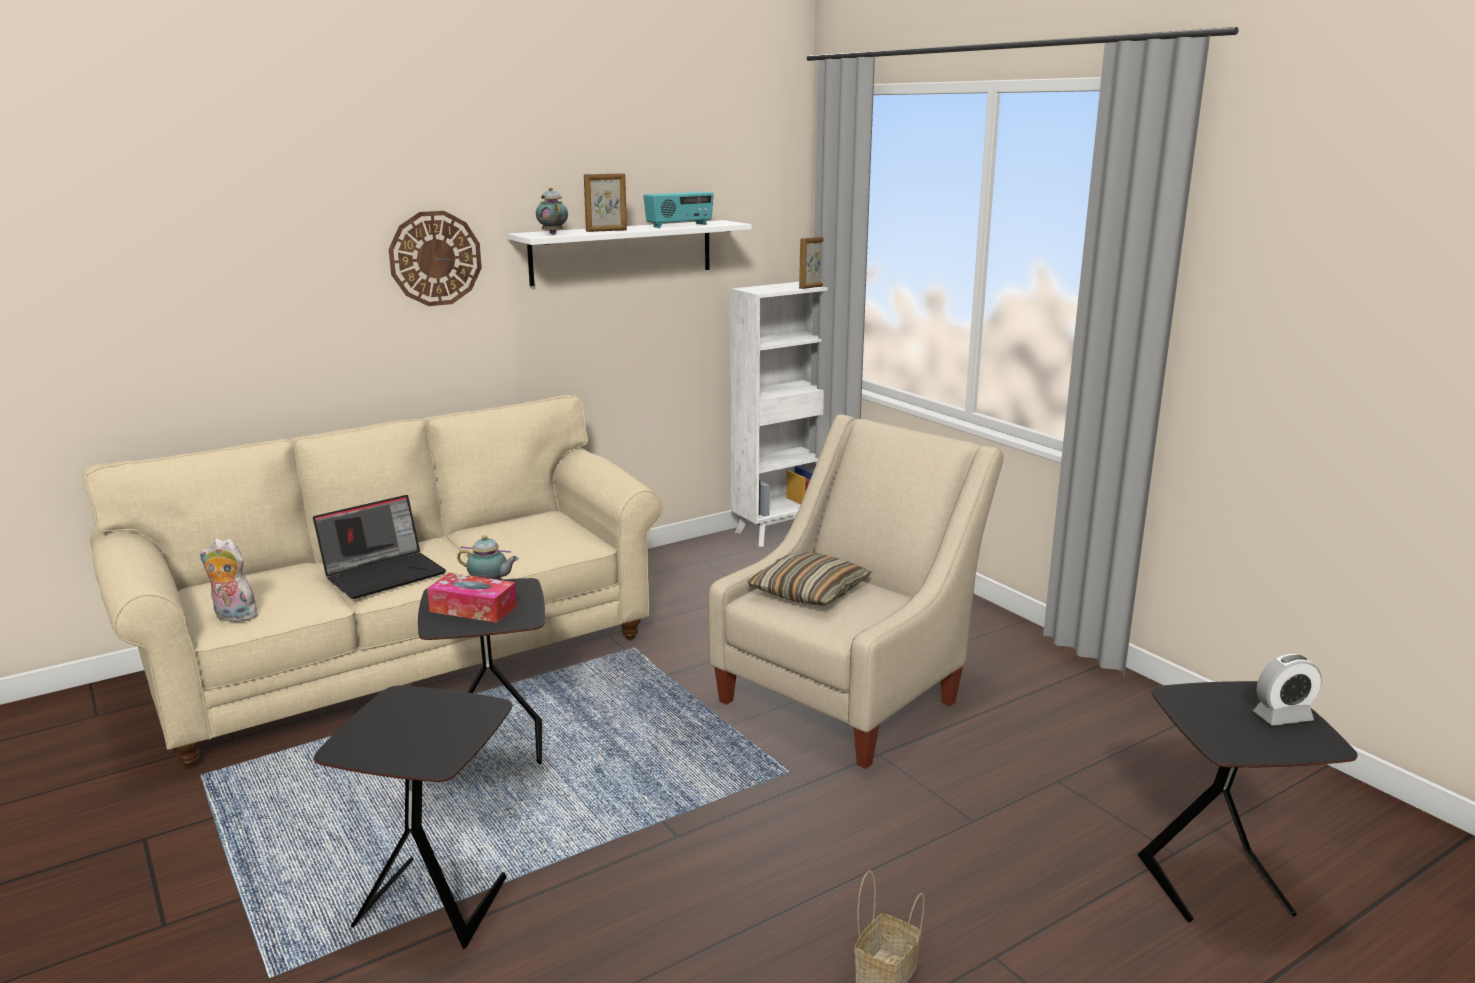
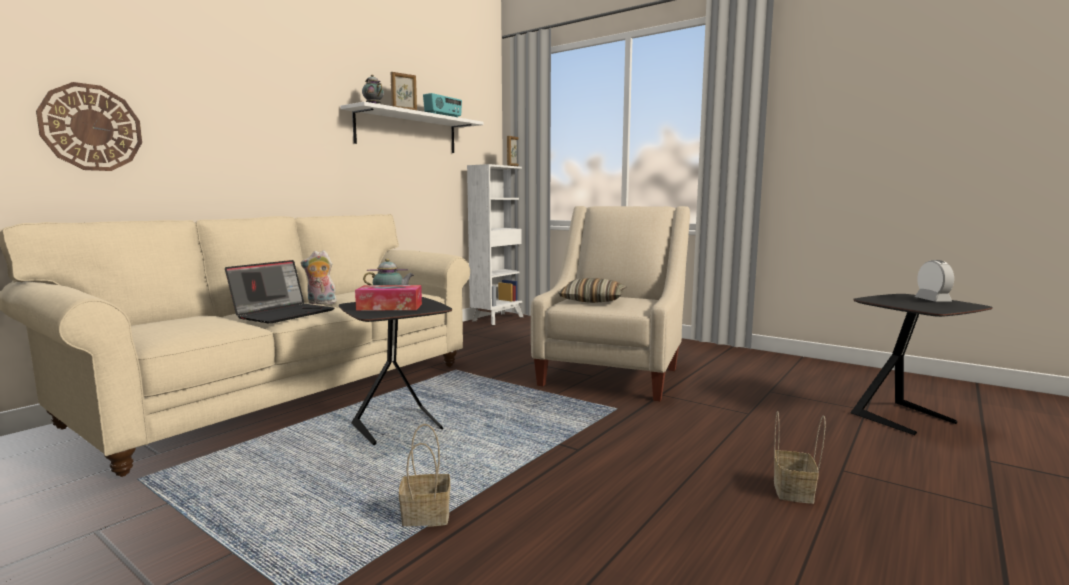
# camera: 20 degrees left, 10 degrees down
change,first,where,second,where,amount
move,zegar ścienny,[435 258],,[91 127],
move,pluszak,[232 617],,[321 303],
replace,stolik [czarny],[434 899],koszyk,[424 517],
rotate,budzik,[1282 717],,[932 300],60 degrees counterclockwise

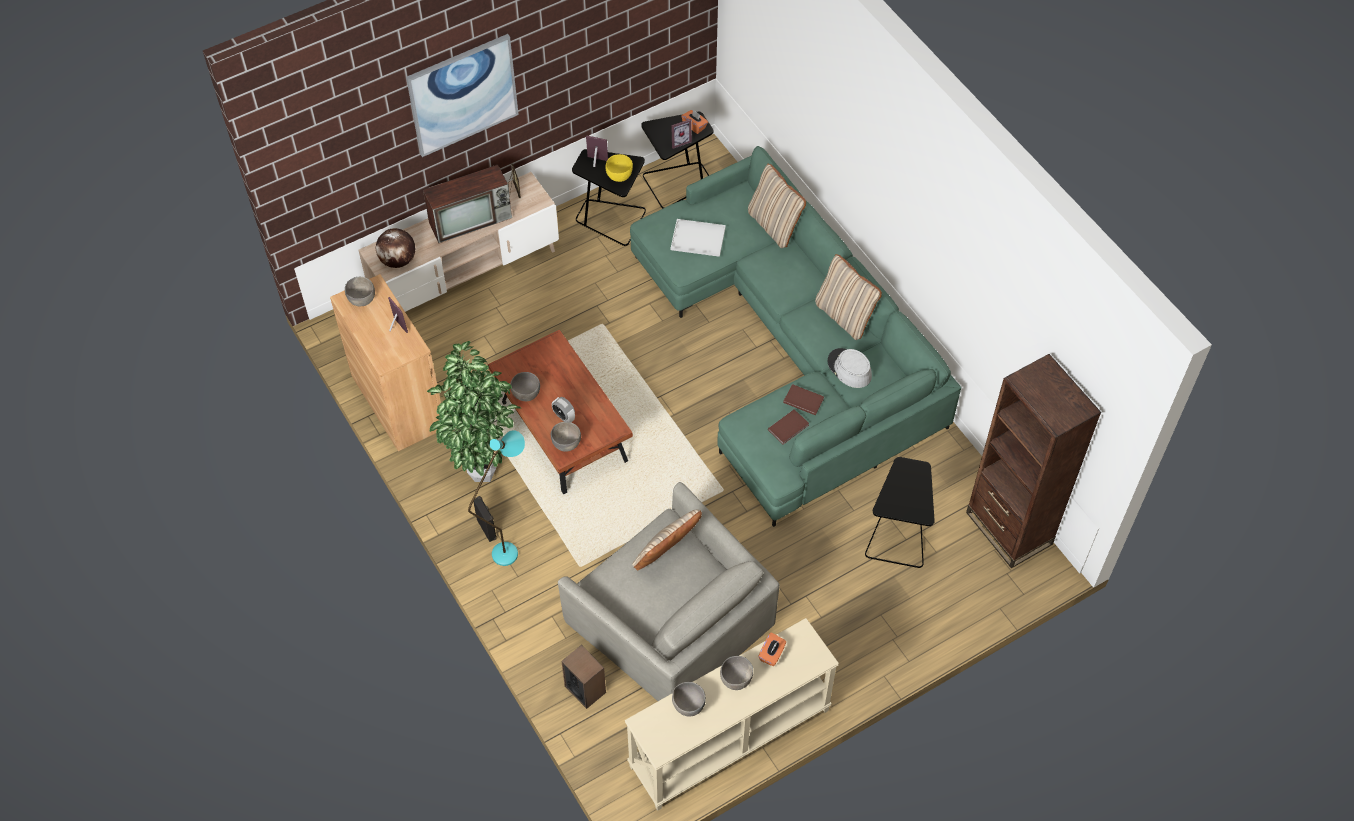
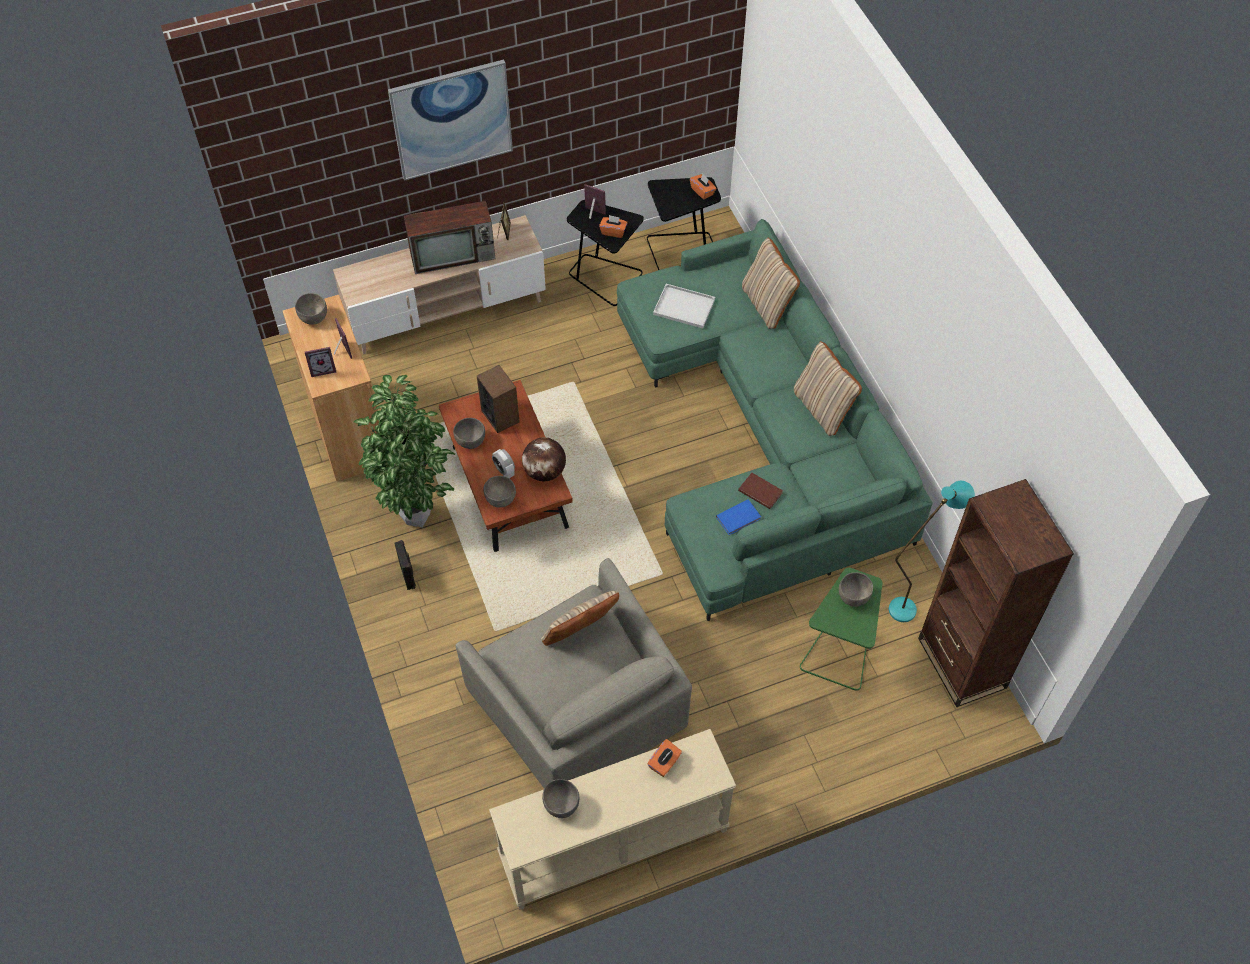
# camera: 10 degrees right, 0 degrees up
change,first,where,second,where,amount
move,ramka na zdjęcie,[679 141],,[323 369],
move,głośnik,[585 689],,[500 416],
move,globus,[398 260],,[545 472],
replace,miska [żółty],[619 176],pudełko chusteczek [pomarańczowy],[613 231],
recolor,książka [brązowy],[789 428],książka [niebieski],[739 518],
recolor,stolik [czarny],[898 535],stolik [zielony],[839 651],
move,miska [szary],[735 680],,[853 597],
move,lampa stojąca [turkusowy],[512 547],,[910 604],
delete,kapelusz [szary],[849 369],,,

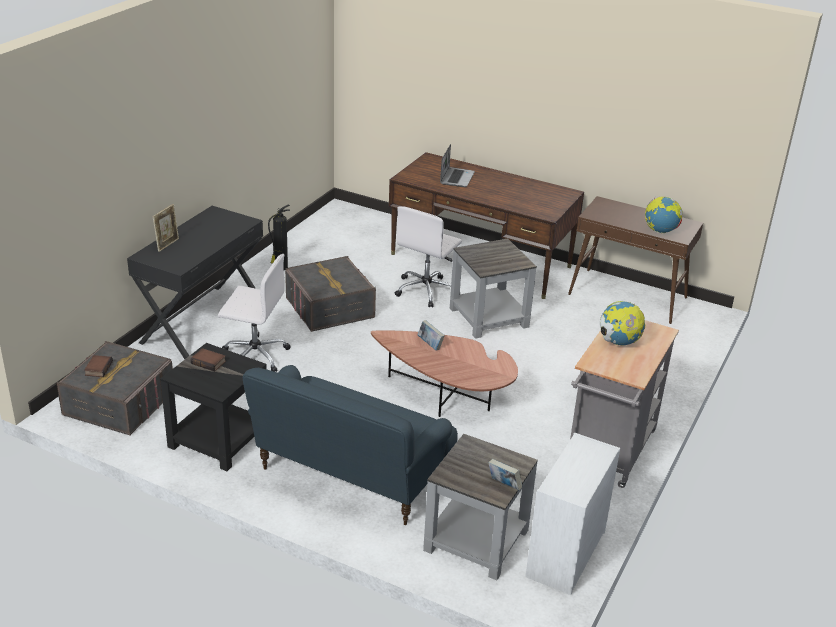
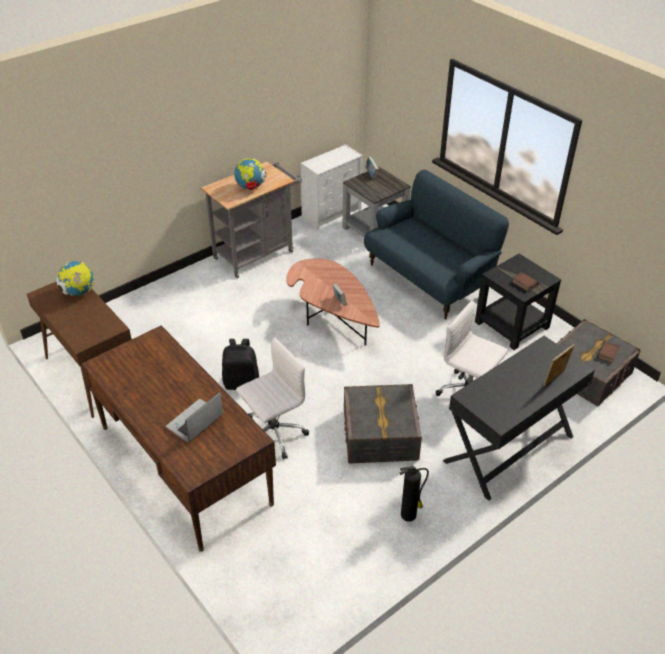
# camera: 155 degrees left, 10 degrees up
change,first,where,second,where,amount
replace,stolik [szary],[488 318],plecak [czarny],[241 382],

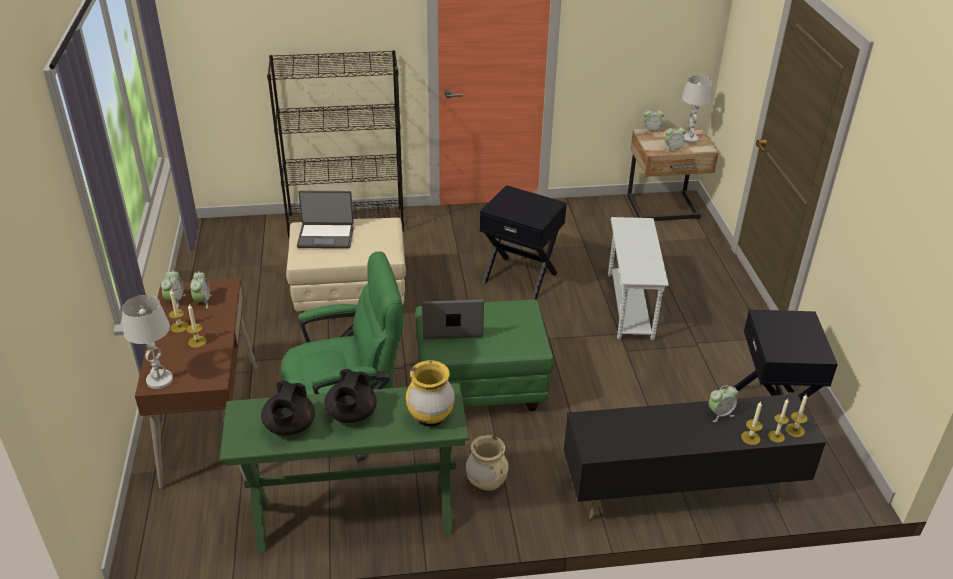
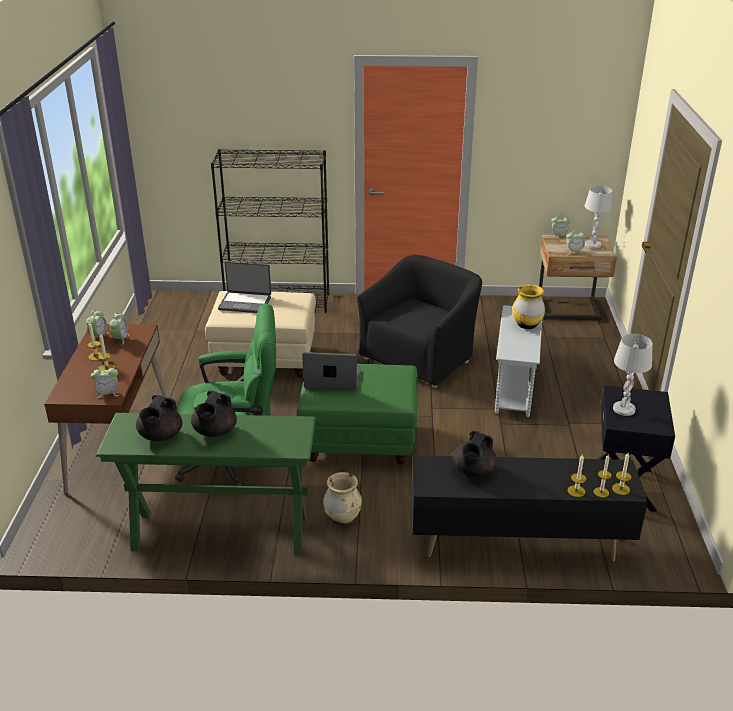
# camera: 10 degrees right, 5 degrees down
change,first,where,second,where,amount
move,budzik,[720 414],,[108 393],
replace,stolik [czarny],[520 277],fotel [czarny],[420 356],
insert,,,imbryk [czarny],[473 471],
move,wazon [żółty],[430 417],,[526 325],
move,lampa stołowa [biały],[159 380],,[624 409],

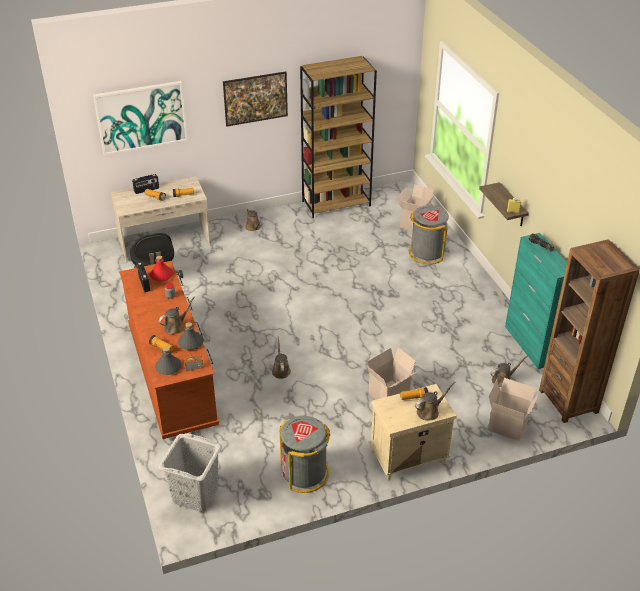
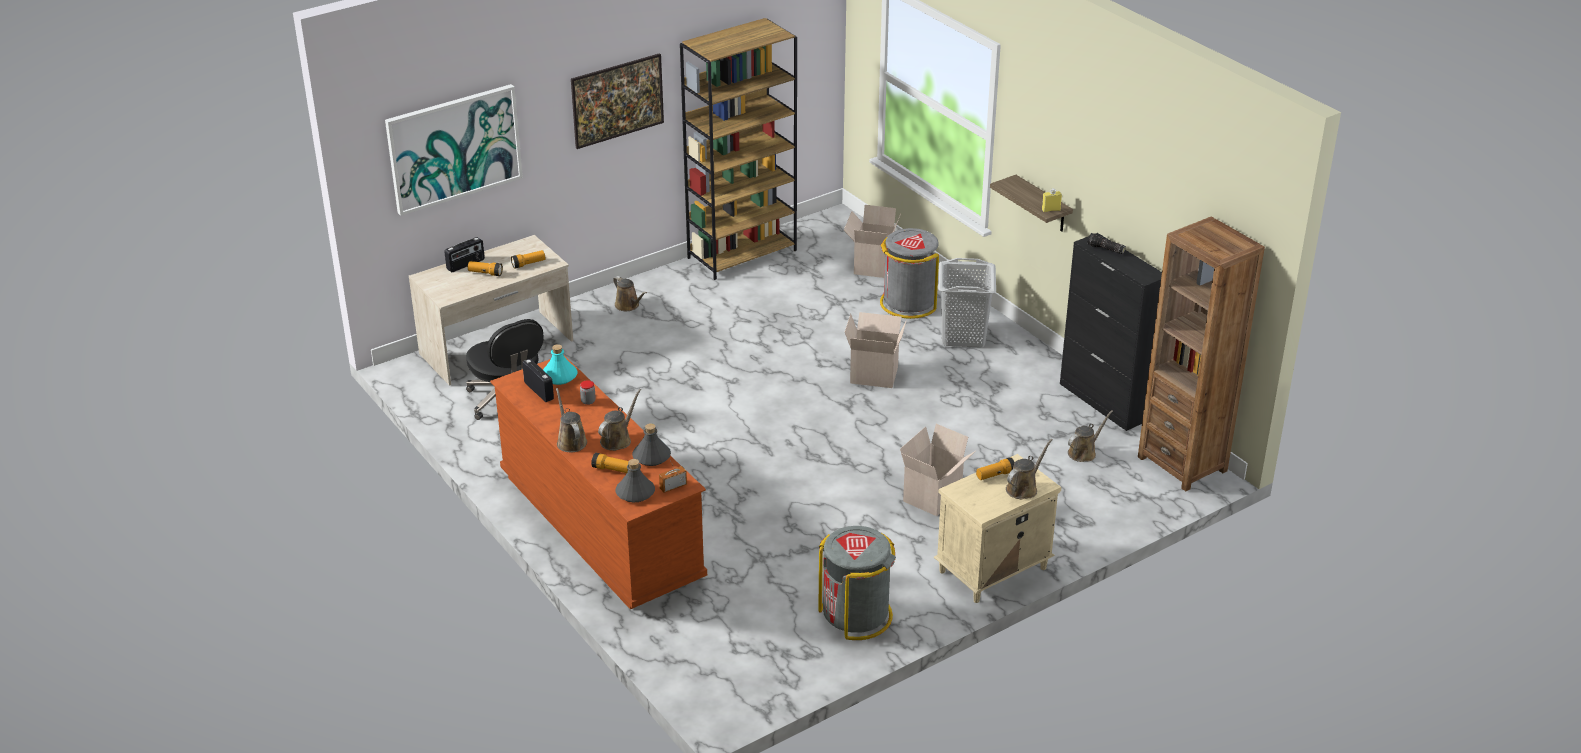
# camera: 15 degrees left, 5 degrees down
change,first,where,second,where,amount
recolor,butelka [czerwony],[161 275],butelka [turkusowy],[559 376],
move,konewka [brązowy],[281 370],,[570 441],
move,karton,[508 425],,[875 374],
move,kosz na pranie [szary],[195 495],,[963 336],
recolor,szafka [turkusowy],[530 345],szafka [czarny],[1104 402],

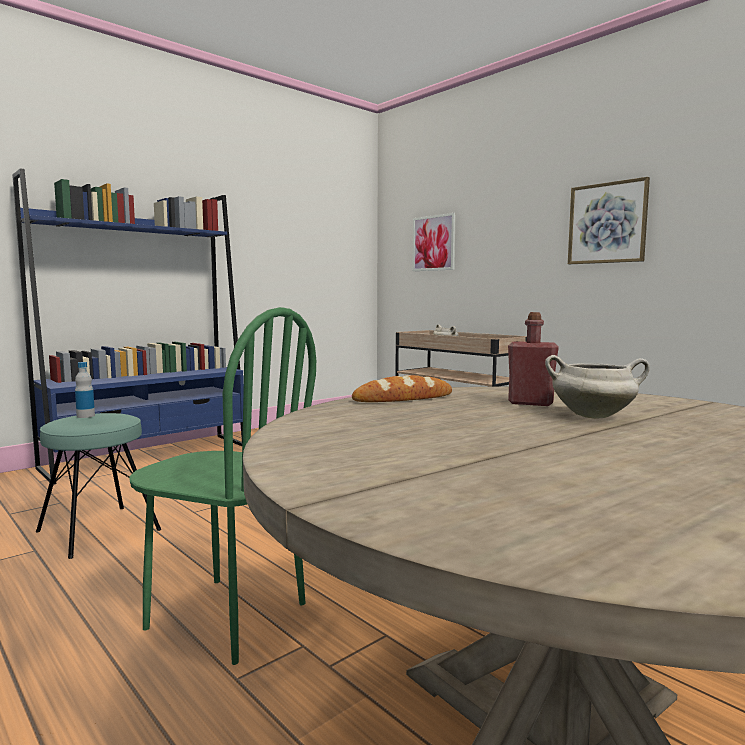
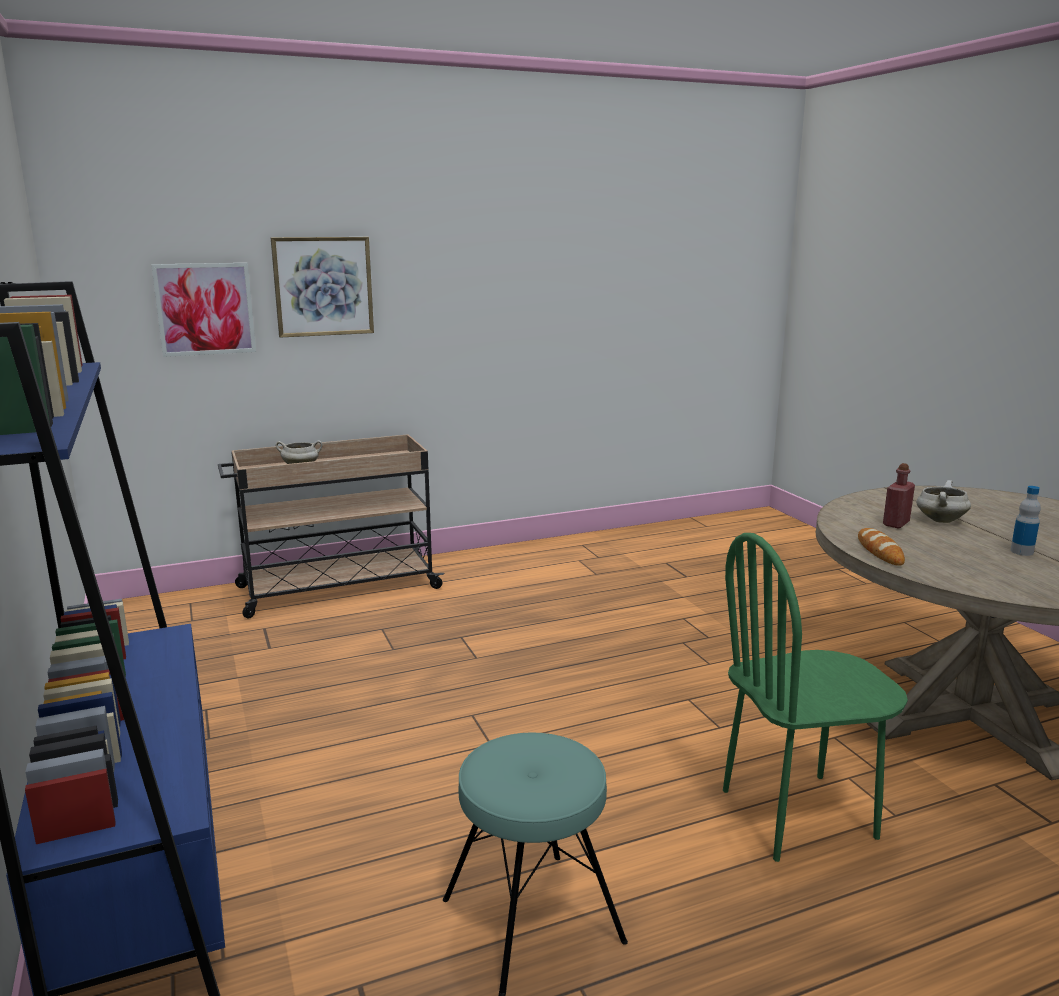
# camera: 70 degrees left, 10 degrees up
change,first,where,second,where,amount
move,obraz,[607 223],,[323 286],
rotate,krzesło [zielony],[226 616],,[798 814],150 degrees counterclockwise
move,butelka,[85 416],,[1021 551],

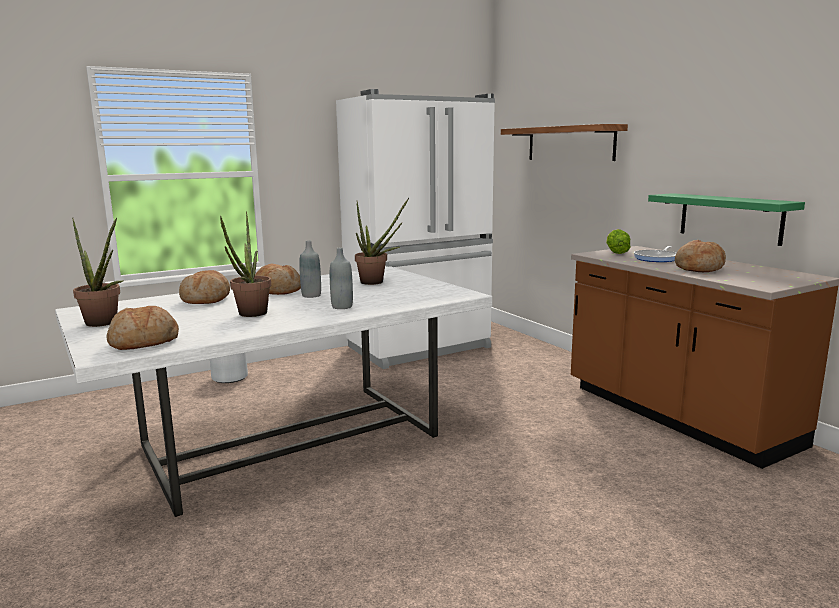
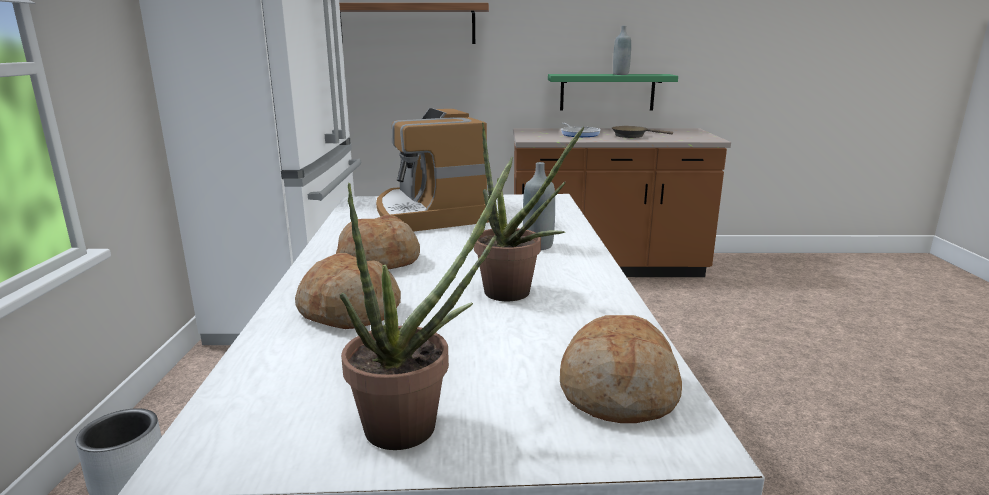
# camera: 60 degrees left, 5 degrees up
change,first,where,second,where,amount
replace,roślina doniczkowa,[377 282],ekspres do kawy,[428 214],
replace,chleb,[698 268],patelnia [brązowy],[632 136],
move,butelka [szary],[311 295],,[620 74],
delete,sałata,[616 252],,,

